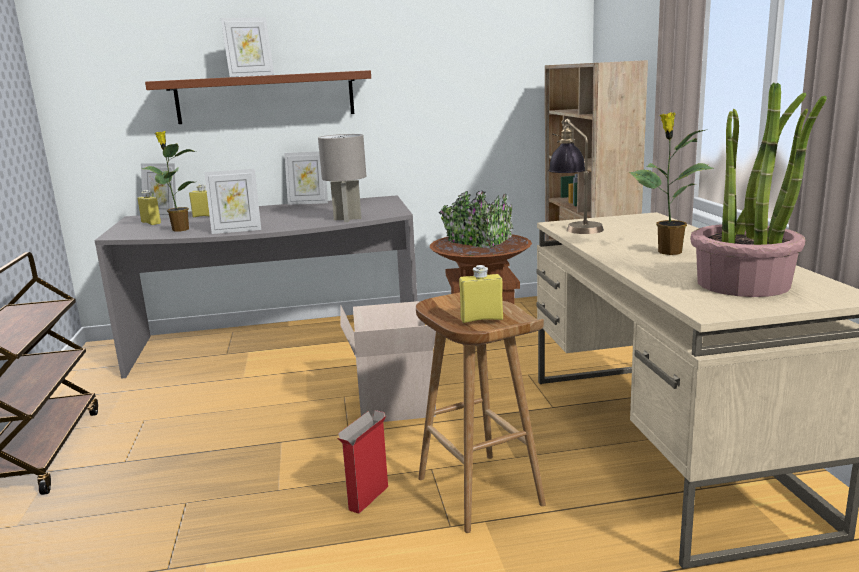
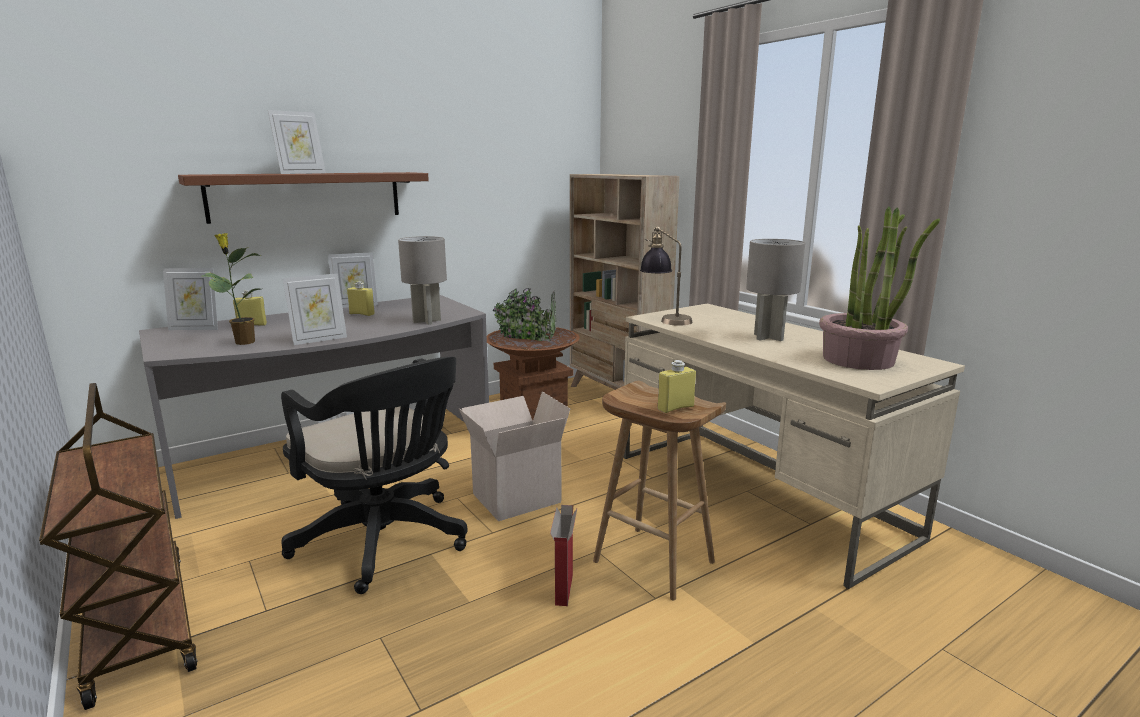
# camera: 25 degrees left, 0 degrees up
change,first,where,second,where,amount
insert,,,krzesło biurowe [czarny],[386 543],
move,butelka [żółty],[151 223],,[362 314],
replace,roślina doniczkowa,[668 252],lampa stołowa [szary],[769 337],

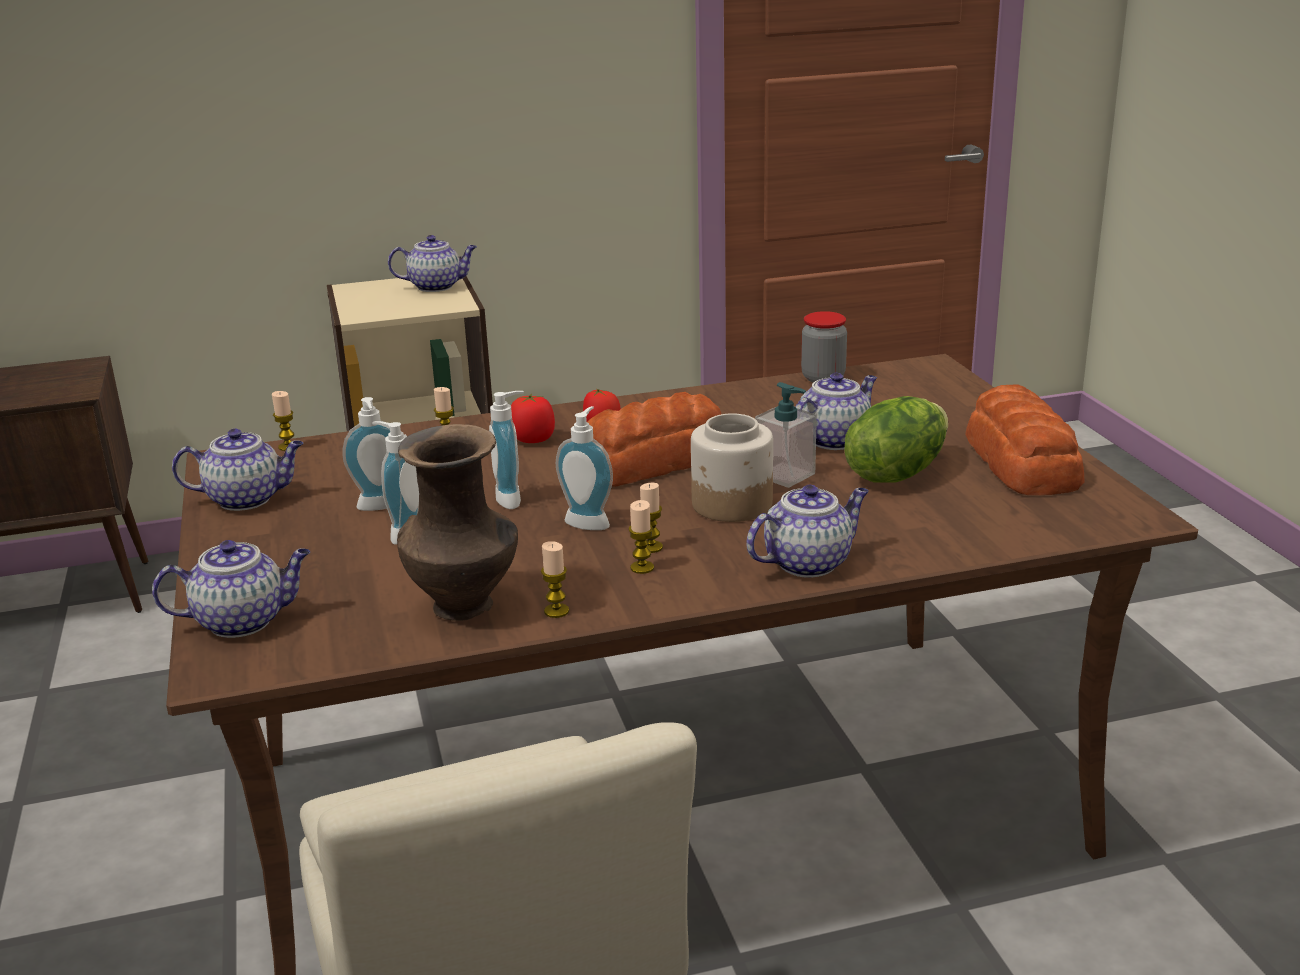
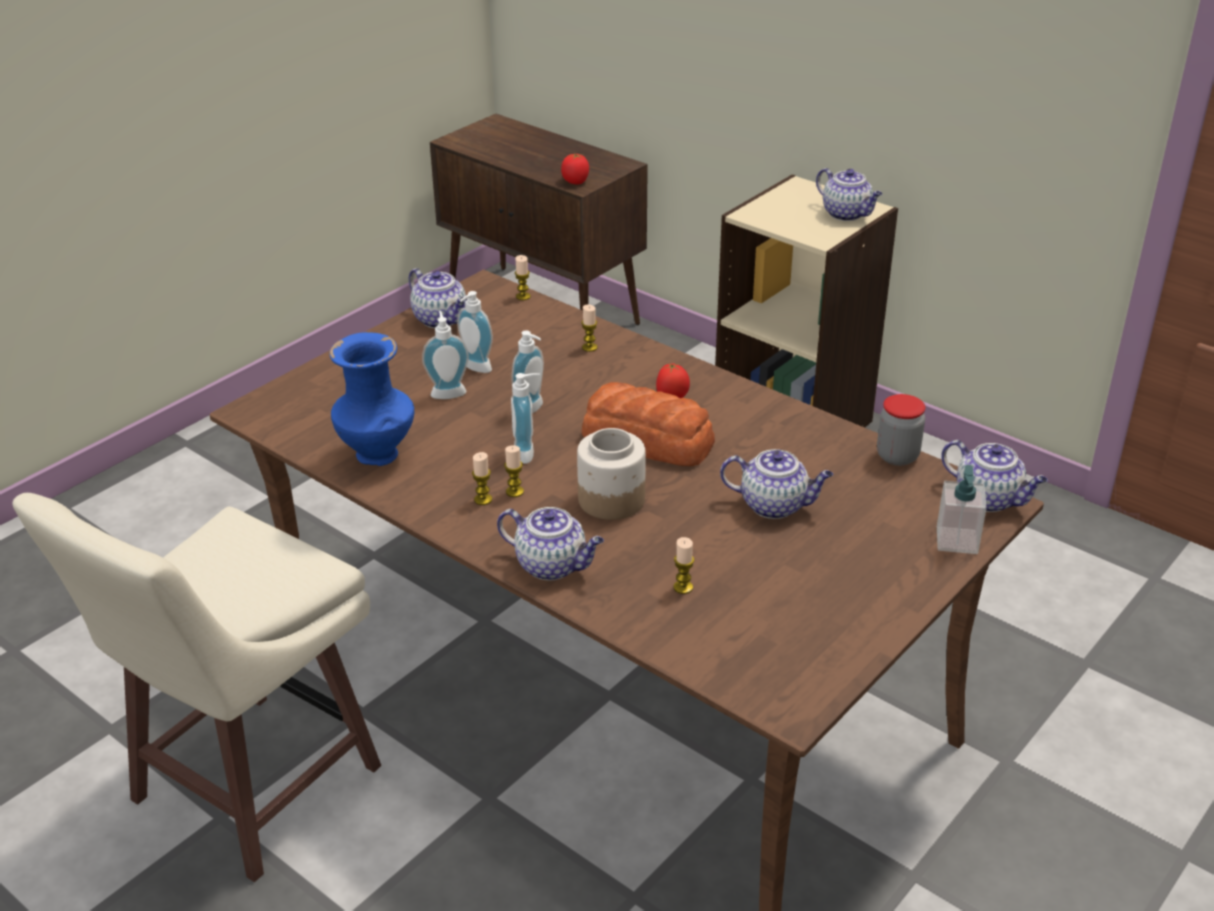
# camera: 55 degrees right, 10 degrees up
change,first,where,second,where,amount
recolor,wazon [brązowy],[466 606],wazon [niebieski],[378 456],
move,pomidor,[533 440],,[575 182],
move,świeca,[556 611],,[683 587],
move,dozownik mydła,[785 475],,[956 540],
move,imbryk,[243 621],,[989 499],
delete,sałata,[895 472],,,
delete,chleb,[1021 463],,,

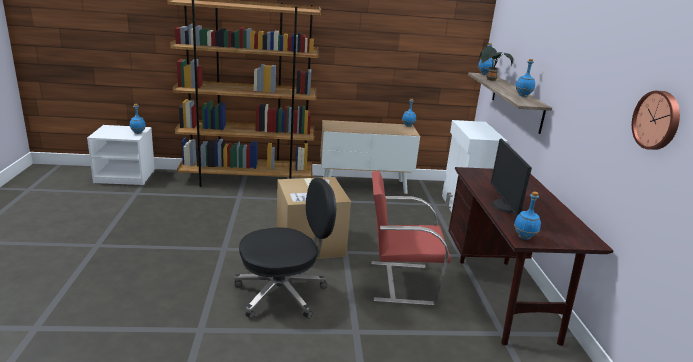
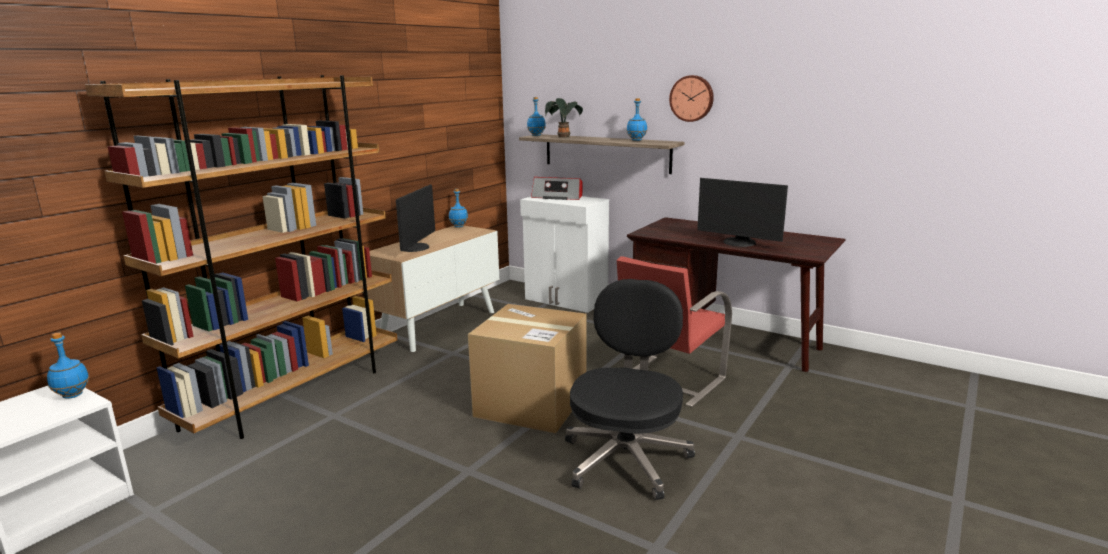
# camera: 50 degrees left, 5 degrees down
change,first,where,second,where,amount
insert,,,monitor,[416 248],
insert,,,radio,[558 197],
move,zegar ścienny,[657 120],,[692 98],
delete,butelka [niebieski],[524 237],,,

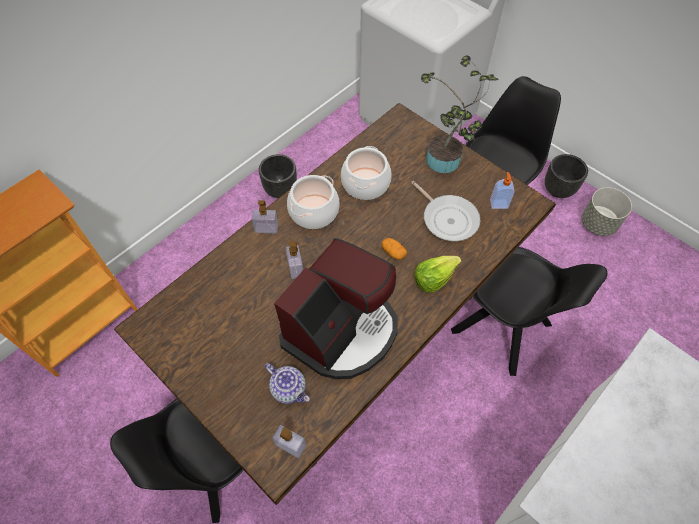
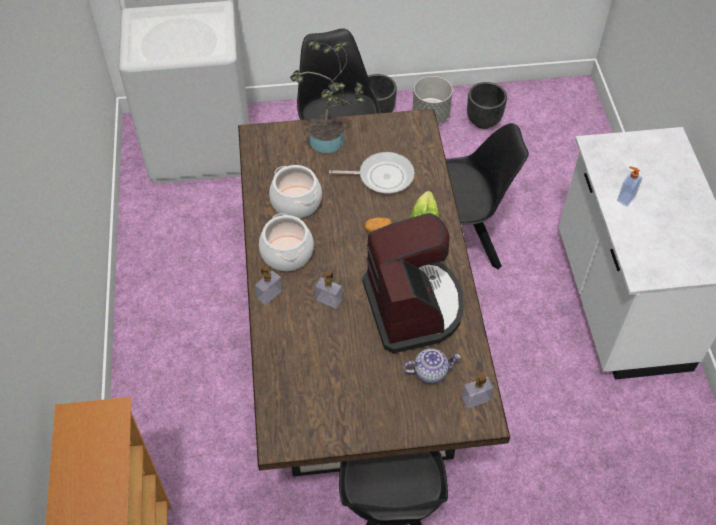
# camera: 50 degrees left, 5 degrees down
change,first,where,second,where,amount
move,donica [czarny],[281 190],,[483 121],
move,dozownik mydła,[498 203],,[625 198],

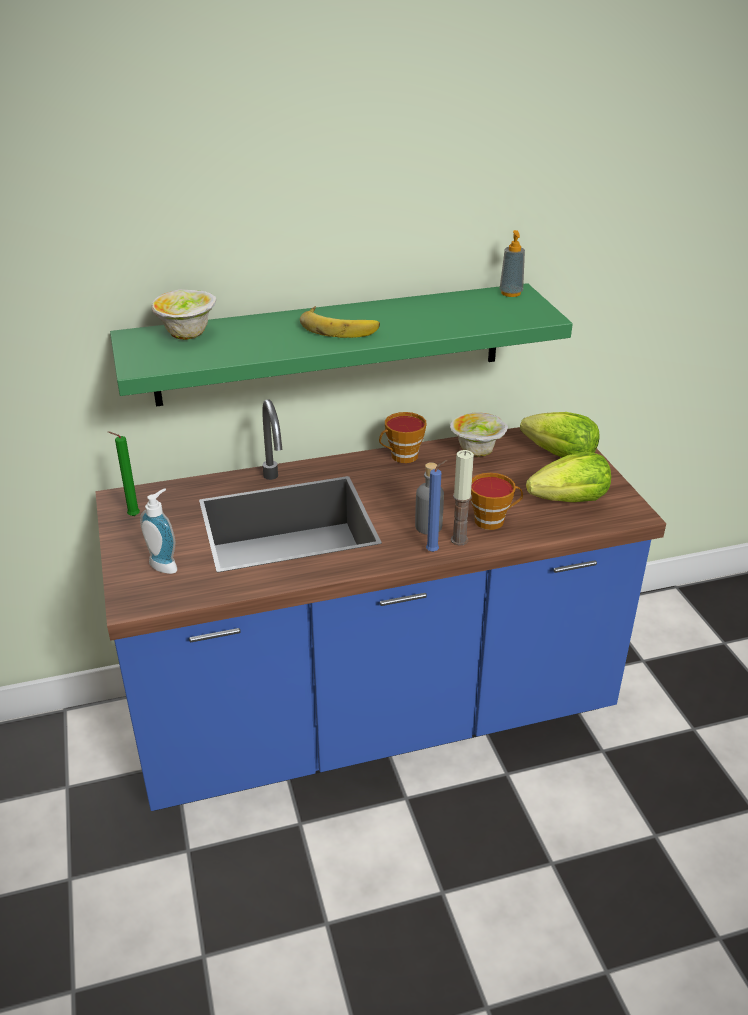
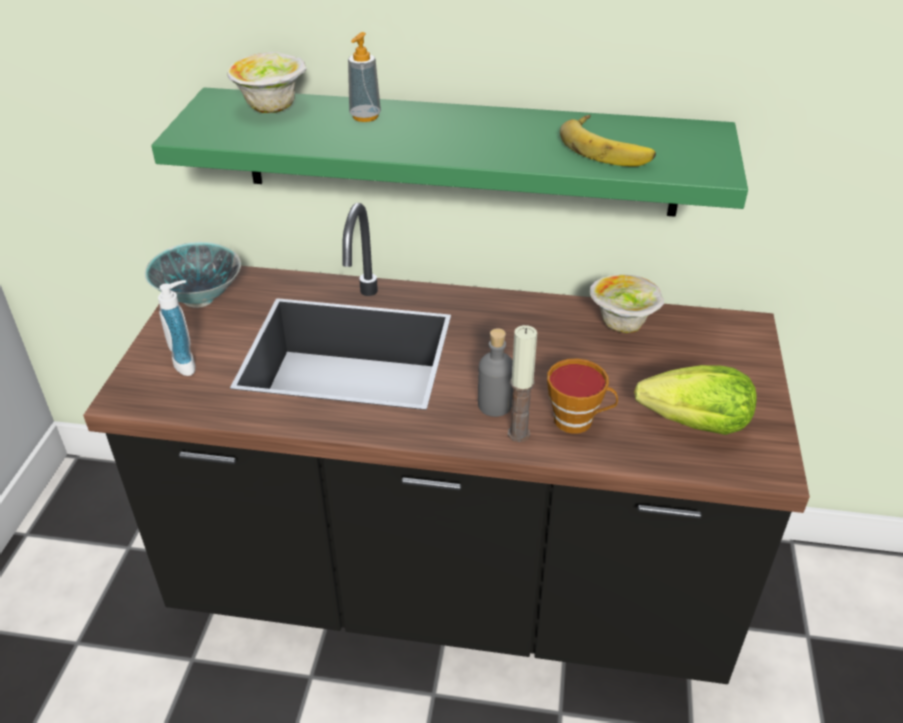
# camera: 25 degrees right, 5 degrees up
change,first,where,second,where,amount
recolor,zabudowa kuchenna [niebieski],[374 718],zabudowa kuchenna [czarny],[451 588],
replace,świeca [zielony],[132 516],miska,[199 299],
move,dozownik mydła,[511 293],,[365 116],
move,banan,[340 326],,[608 147],
delete,filiżanka,[401 457],,,
delete,świeca [niebieski],[434 551],,,
delete,sałata,[560 456],,,

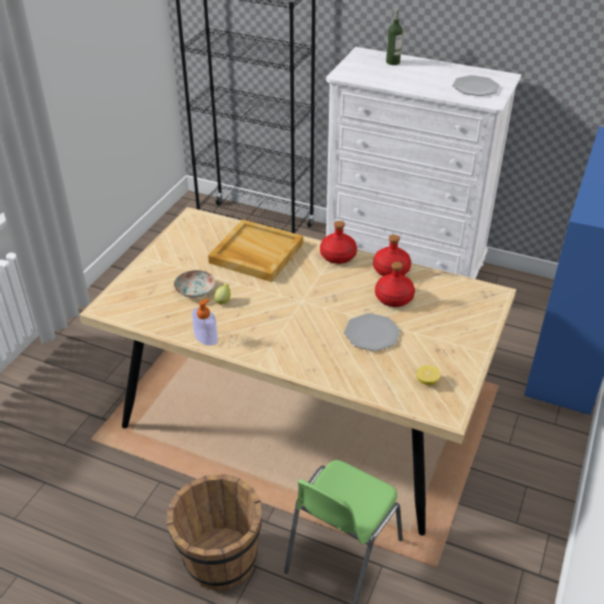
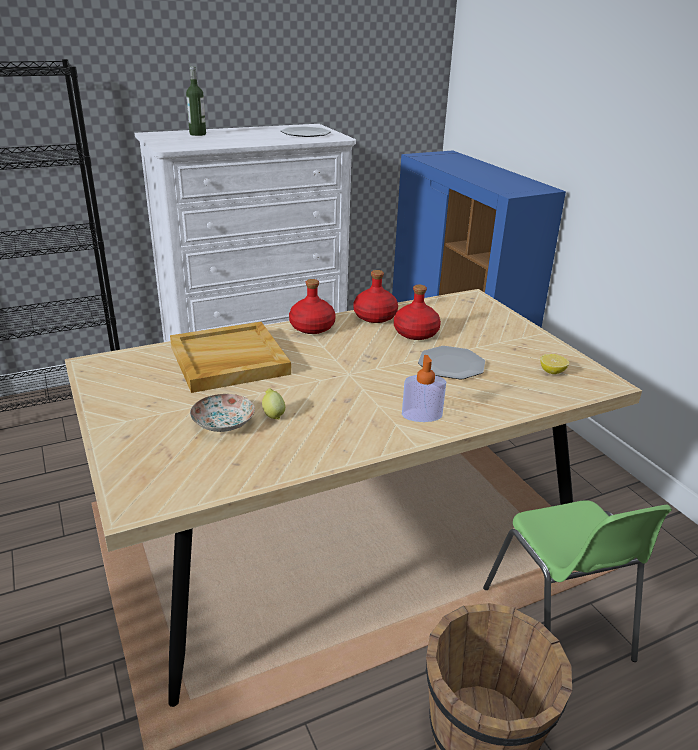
# camera: 50 degrees left, 10 degrees down
change,first,where,second,where,amount
move,dozownik mydła,[206 337],,[422 415],

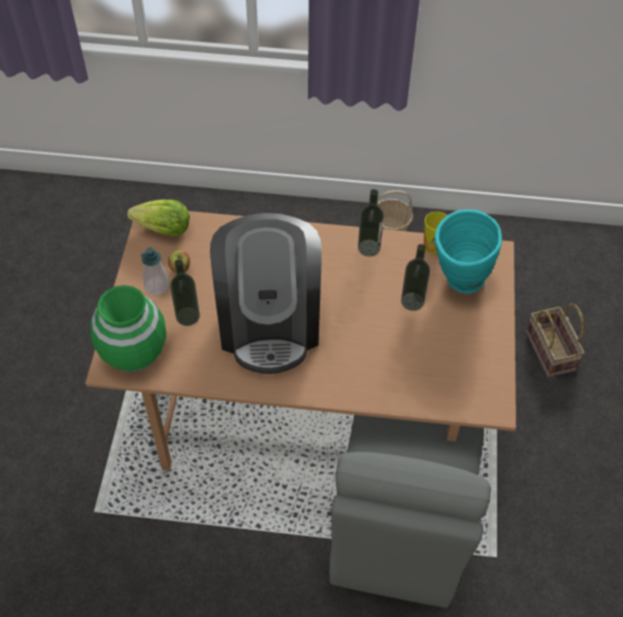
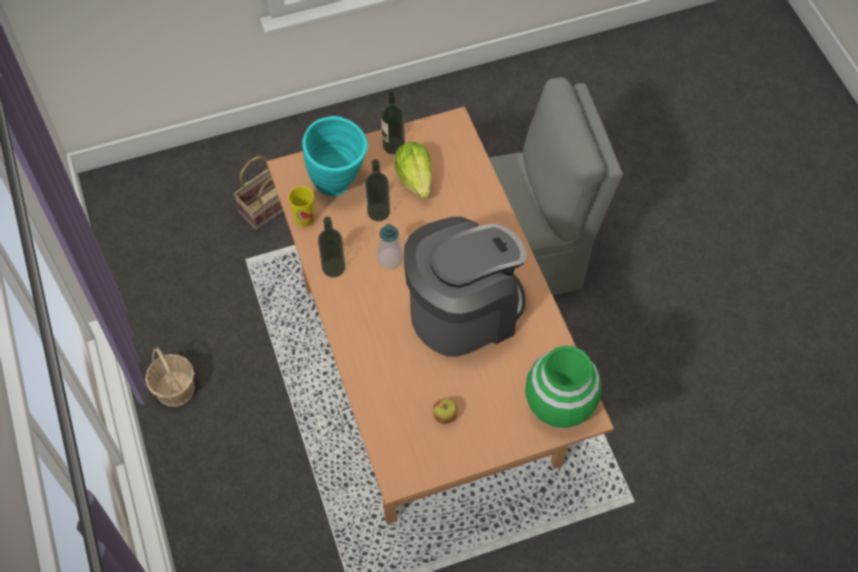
# camera: 115 degrees left, 5 degrees up
change,first,where,second,where,amount
move,dozownik mydła,[157 286],,[390 258],
move,butelka,[187 316],,[393 145],
move,sałata,[164 229],,[415 179],

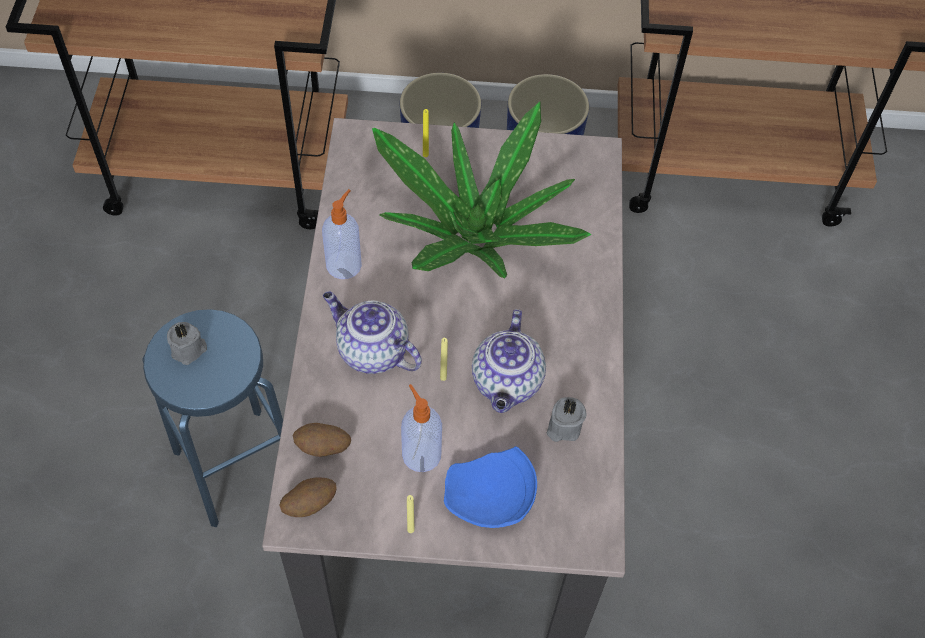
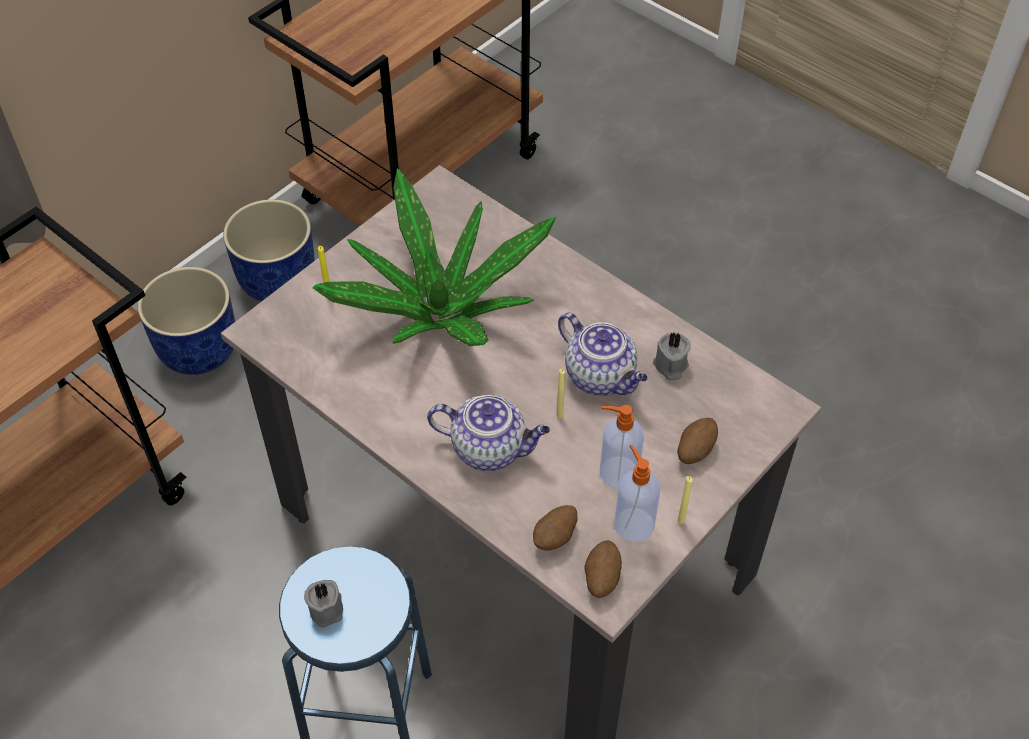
# camera: 50 degrees left, 5 degrees down
change,first,where,second,where,amount
rotate,imbryk,[371 351],,[490 448],150 degrees counterclockwise
move,dozownik mydła,[344 264],,[633 523],
replace,talerz [niebieski],[490 498],ziemniak,[694 450],

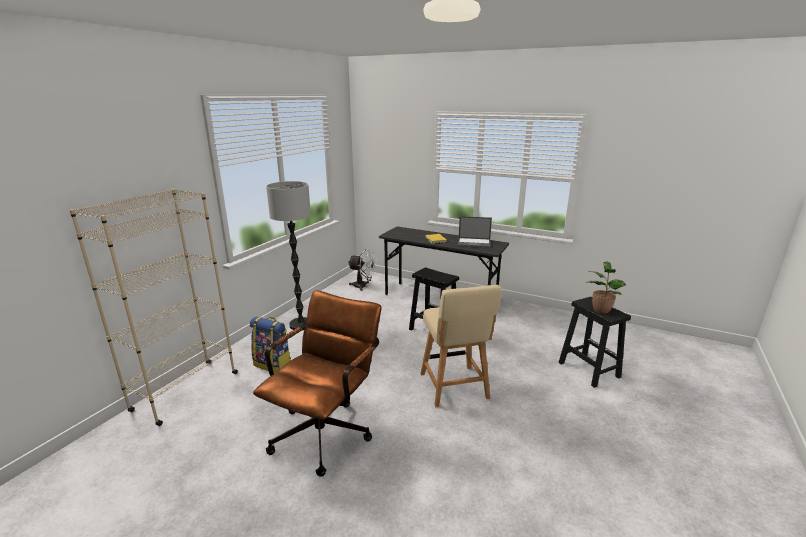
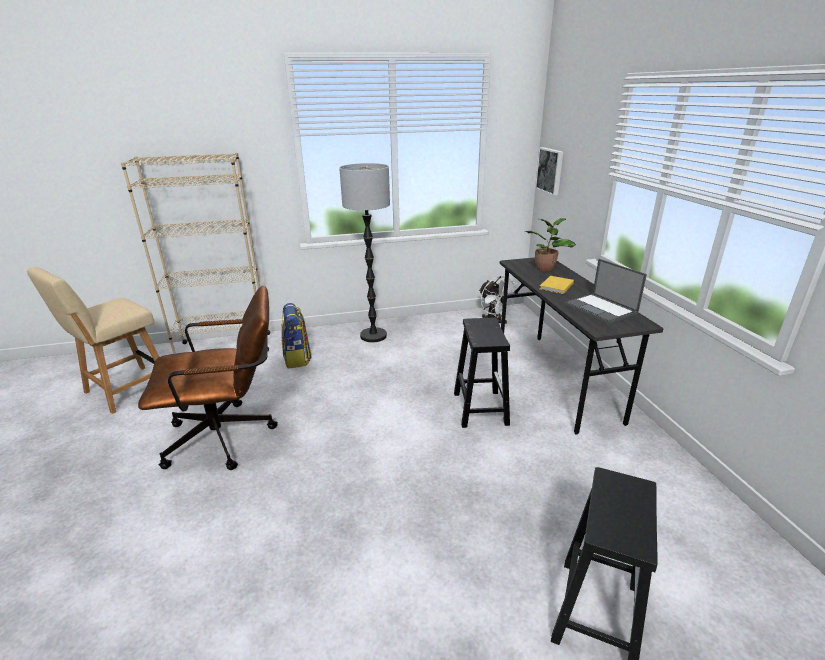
# camera: 50 degrees right, 5 degrees up
change,first,where,second,where,amount
move,krzesło [beżowy],[455 388],,[124 390],
move,roślina doniczkowa,[600 309],,[545 268],
insert,,,obraz,[550 170],

